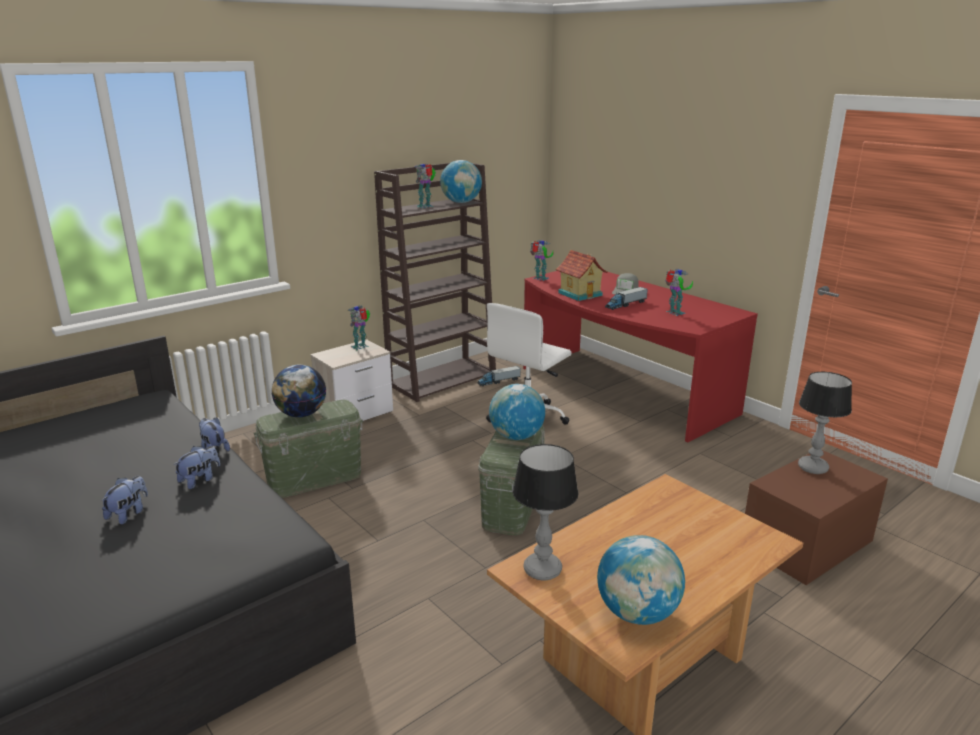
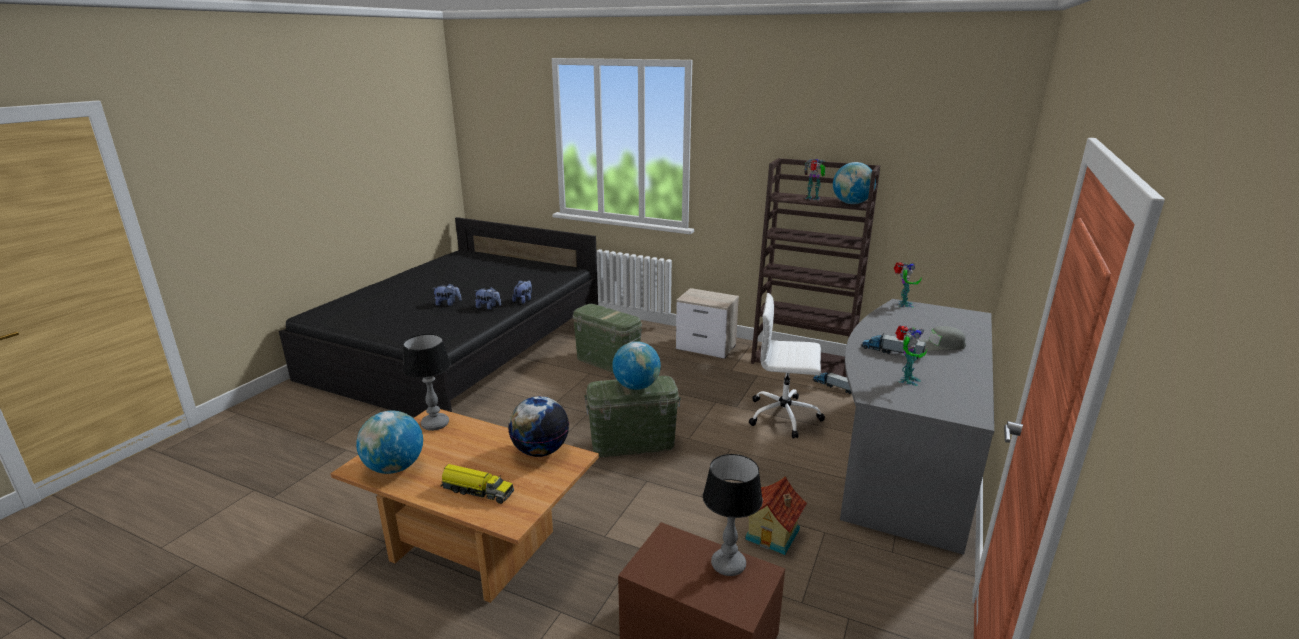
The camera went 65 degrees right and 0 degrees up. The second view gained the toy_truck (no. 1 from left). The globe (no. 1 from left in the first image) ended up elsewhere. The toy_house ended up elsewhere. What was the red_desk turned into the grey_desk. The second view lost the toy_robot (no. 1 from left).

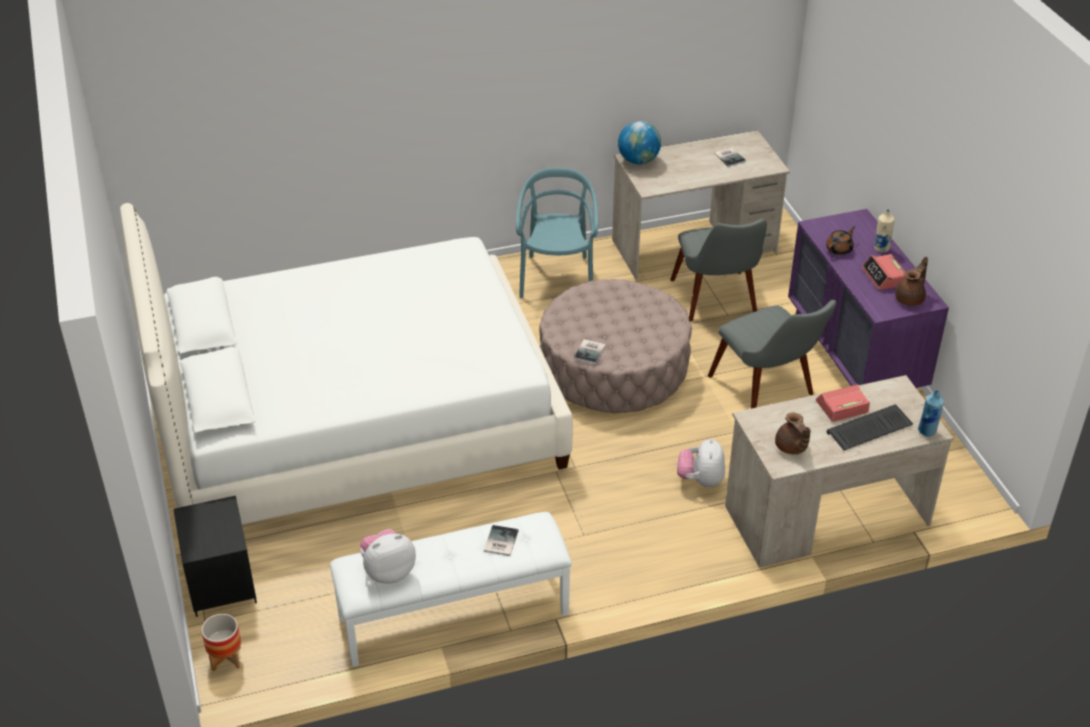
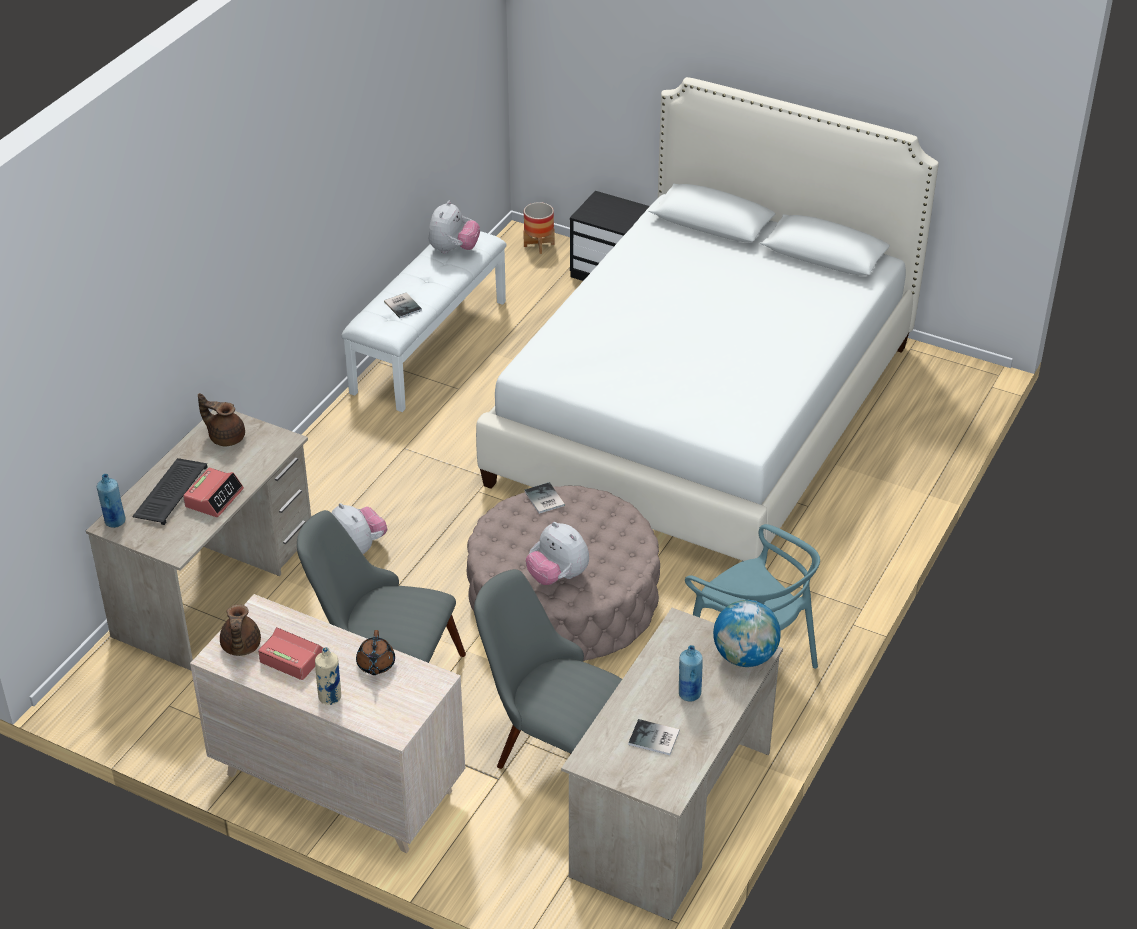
The camera went 135 degrees right and 0 degrees up. What was the purple_dresser turned into the beige_dresser. The second view gained the plush_toy (no. 3 from left). The second view gained the blue_bottle (no. 2 from left).

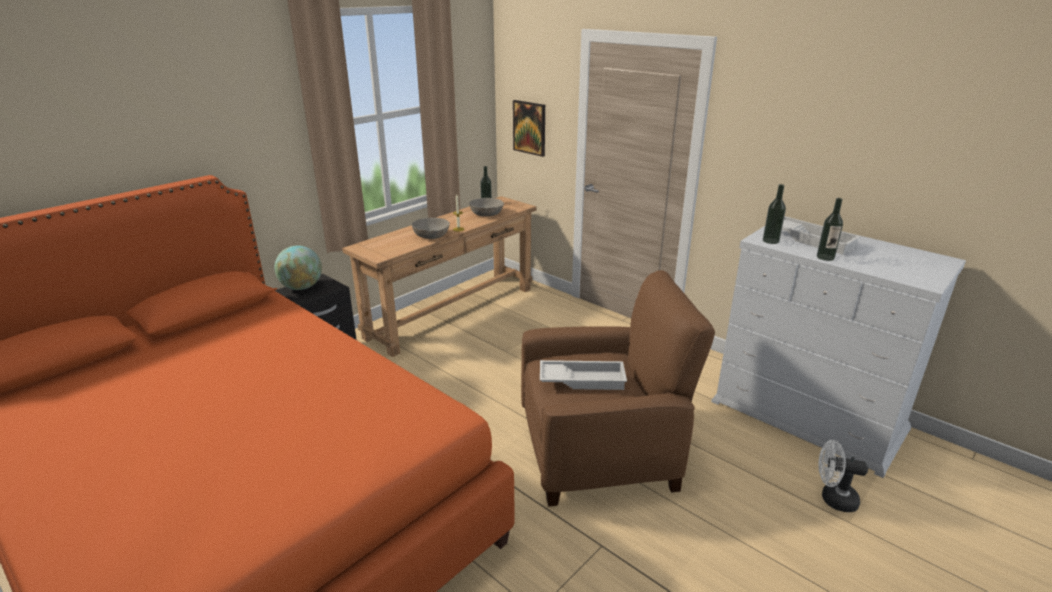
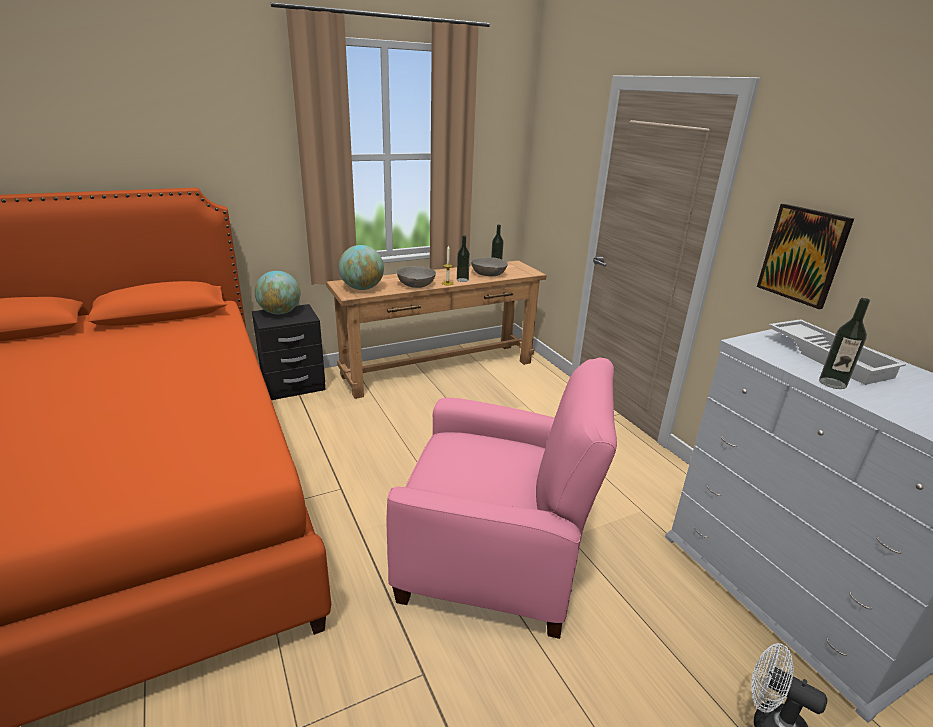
The camera went 20 degrees right and 0 degrees up. The second view gained the globe (no. 2 from left). What was the brown_armchair turned into the pink_armchair. The bottle (no. 2 from left in the first image) ended up elsewhere. The picture ended up elsewhere. The second view lost the white_tray (no. 1 from left).

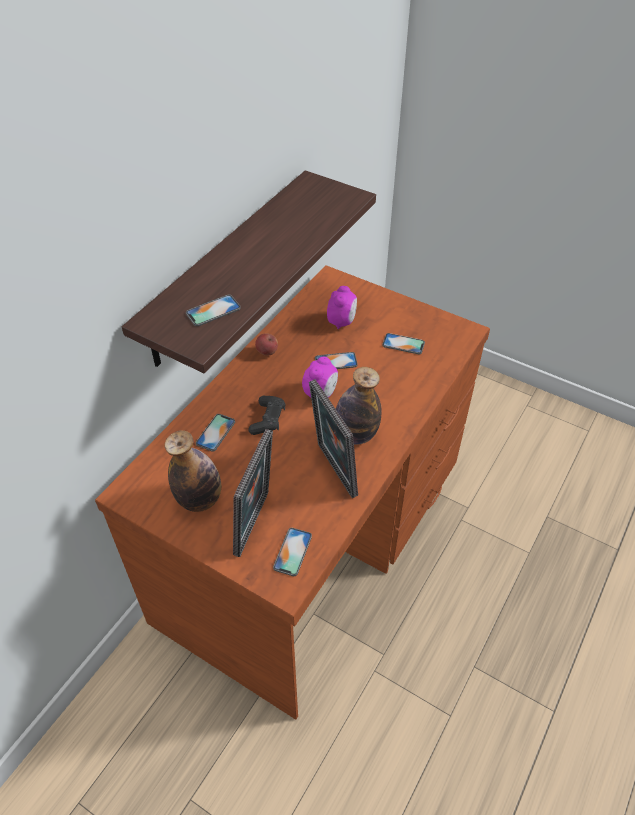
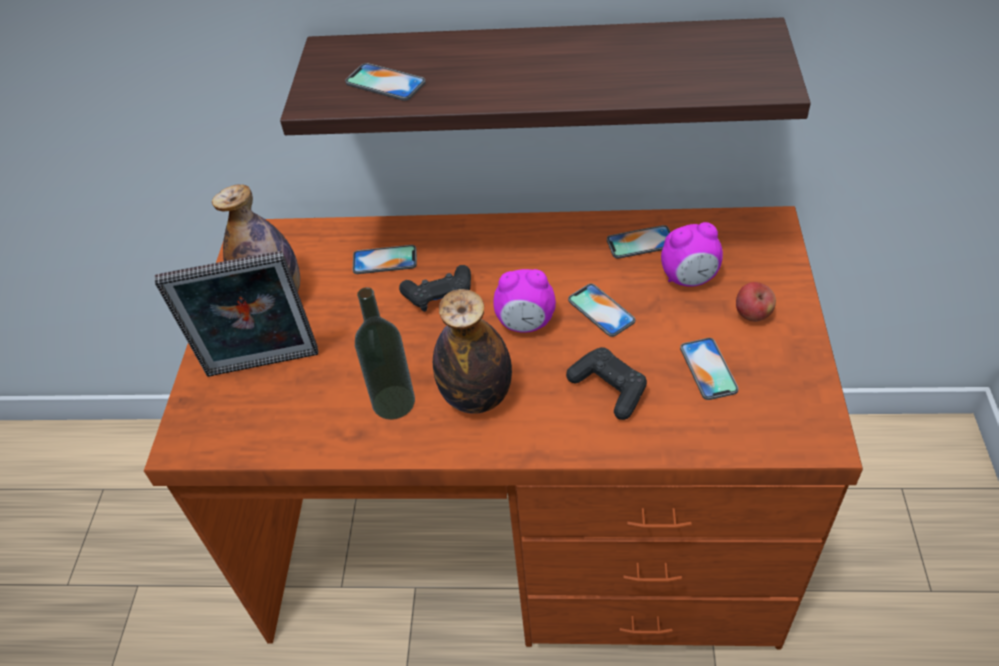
The camera went 65 degrees right and 0 degrees up. Where the picture_frame (no. 2 from left) stood, the bottle (no. 2 from left) came to stand. The second view gained the black_game_controller (no. 2 from left). The phone (no. 3 from left in the first image) ended up elsewhere. The apple ended up elsewhere.

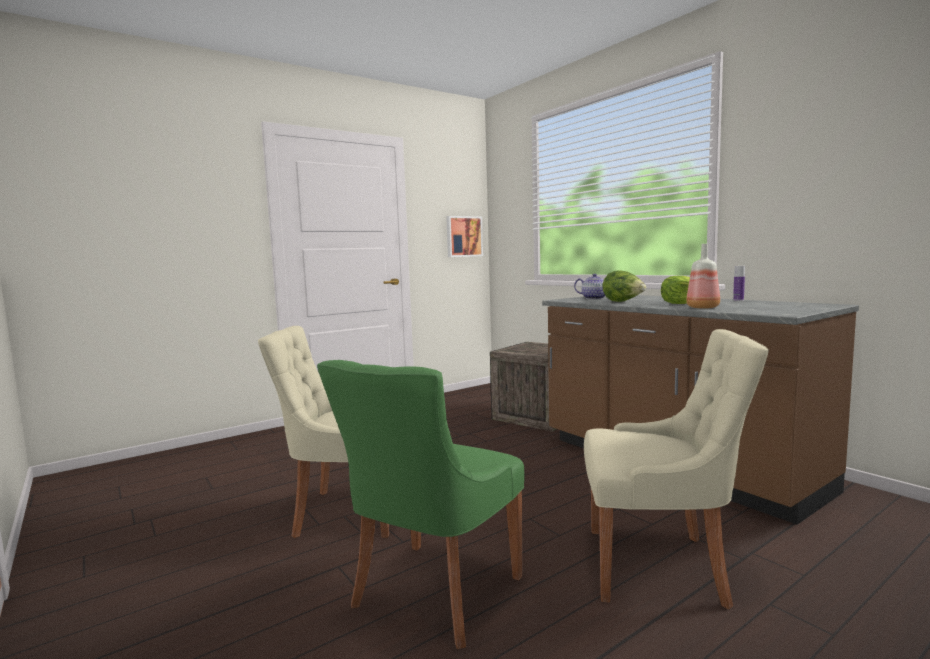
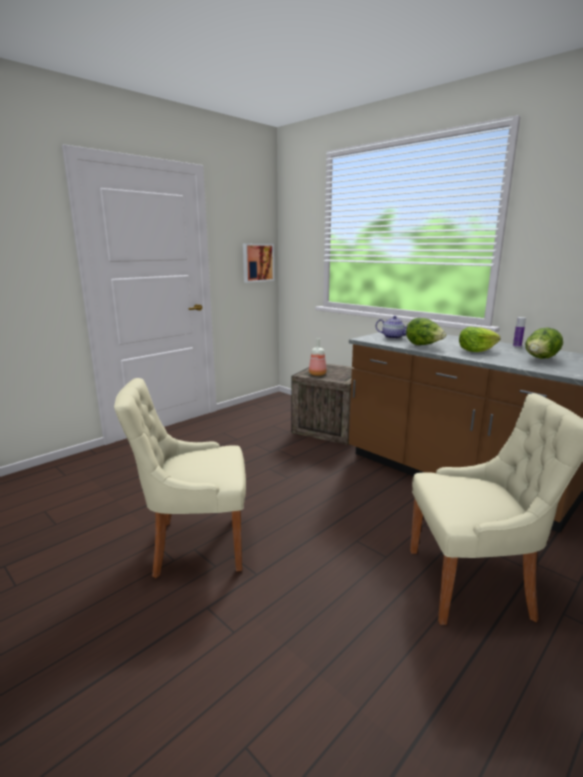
The camera went 10 degrees left and 10 degrees up. The bottle (no. 1 from left) ended up elsewhere. The second view gained the lettuce (no. 3 from left). The second view lost the green_chair.

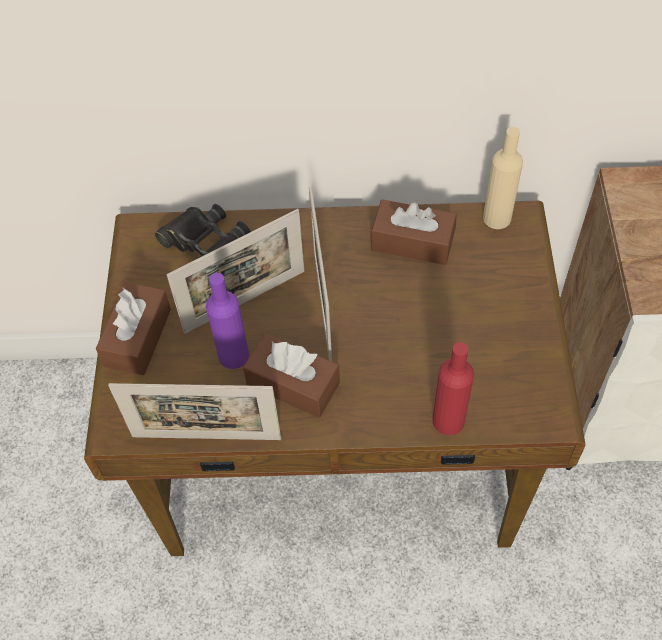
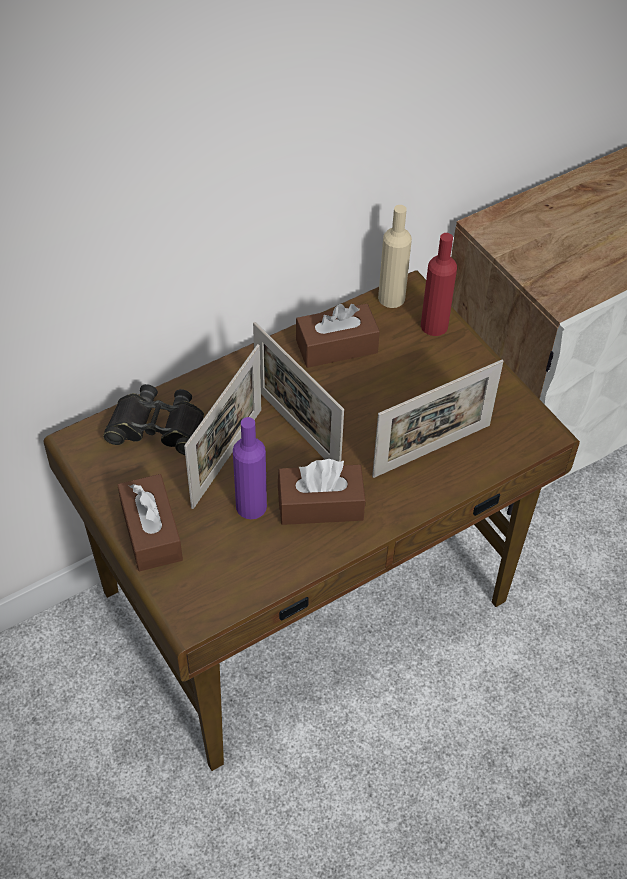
The camera went 35 degrees left and 5 degrees down. The picture_frame (no. 1 from left in the first image) ended up elsewhere. The red_bottle ended up elsewhere.

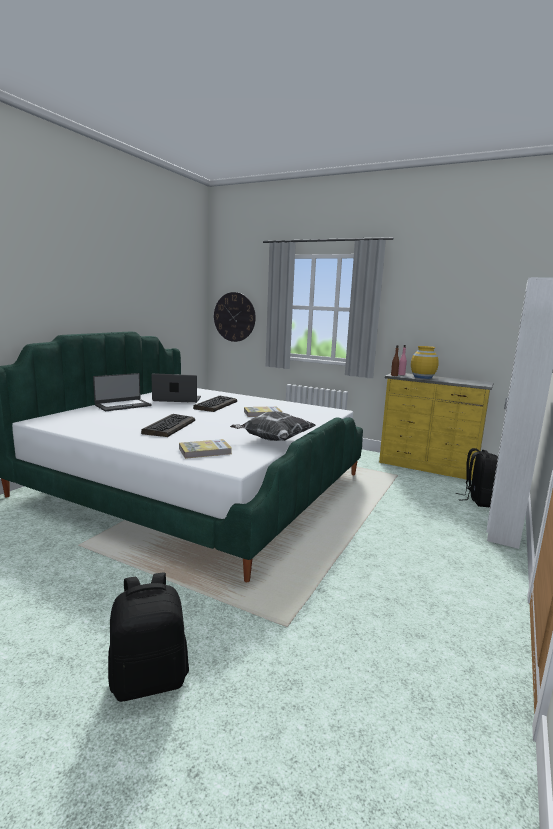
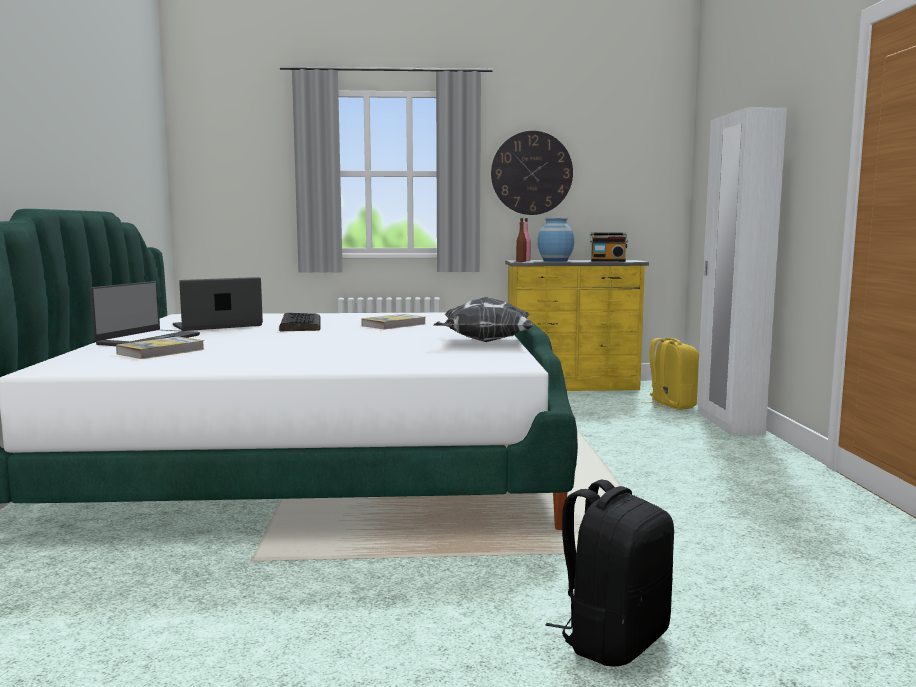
The camera went 30 degrees left and 5 degrees down. The book (no. 1 from left) ended up elsewhere. The wall_clock ended up elsewhere. What was the yellow_vase turned into the blue_vase. The second view gained the radio. What was the black_backpack (no. 2 from left) turned into the yellow_backpack. The second view lost the keyboard (no. 1 from left).

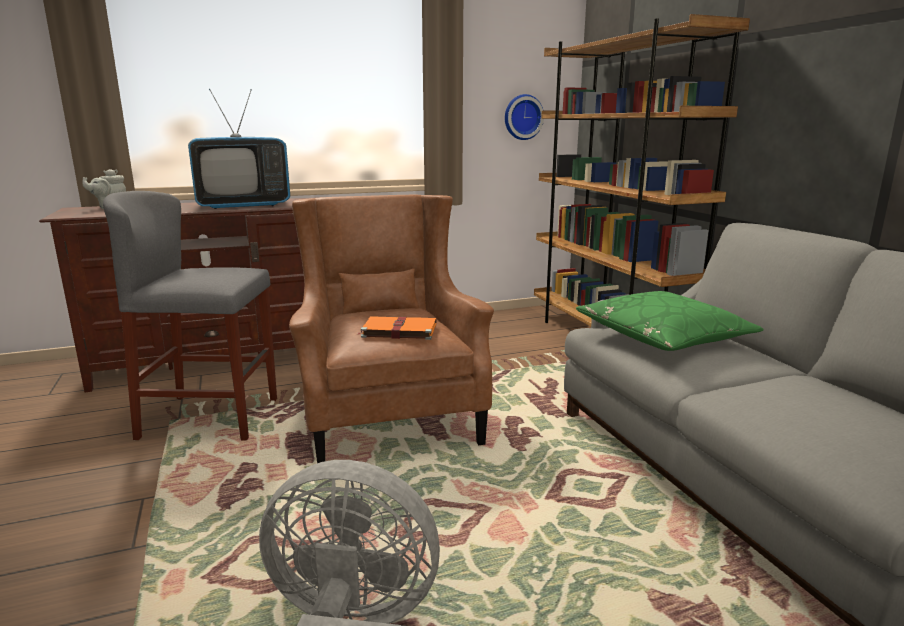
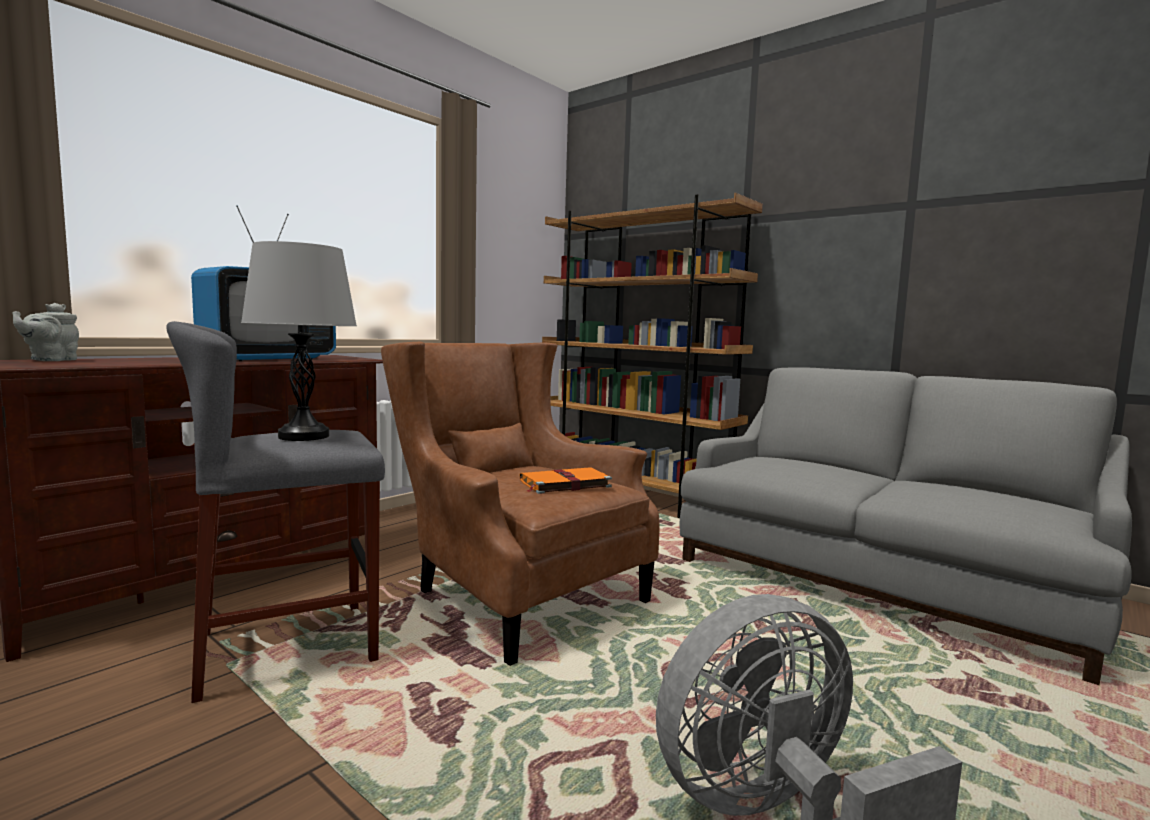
The camera went 30 degrees left and 10 degrees down. The second view gained the grey_table_lamp. The second view lost the wall_clock. The second view lost the green_pillow.

